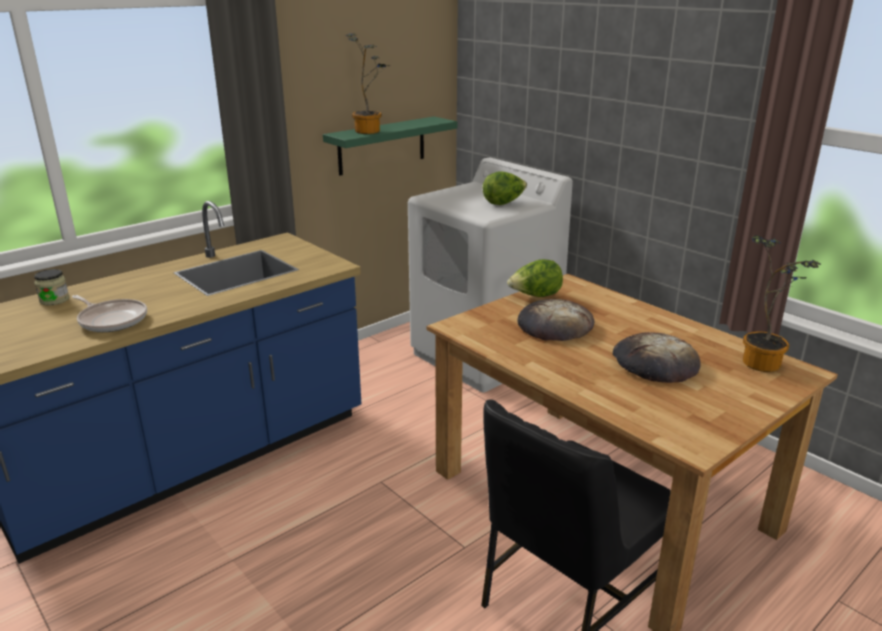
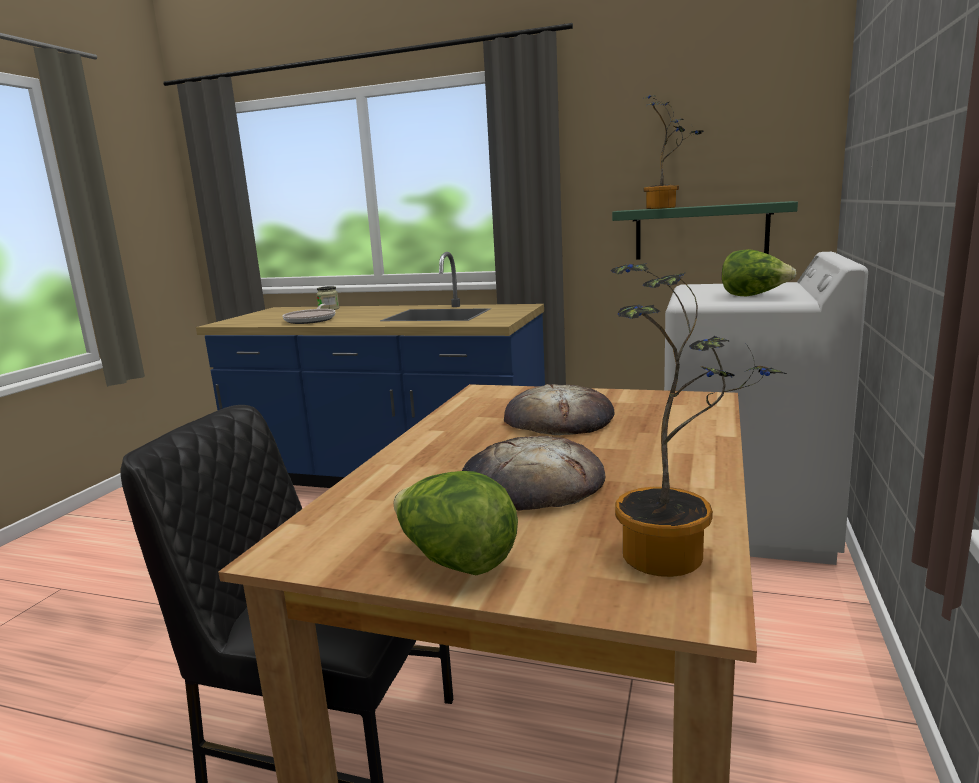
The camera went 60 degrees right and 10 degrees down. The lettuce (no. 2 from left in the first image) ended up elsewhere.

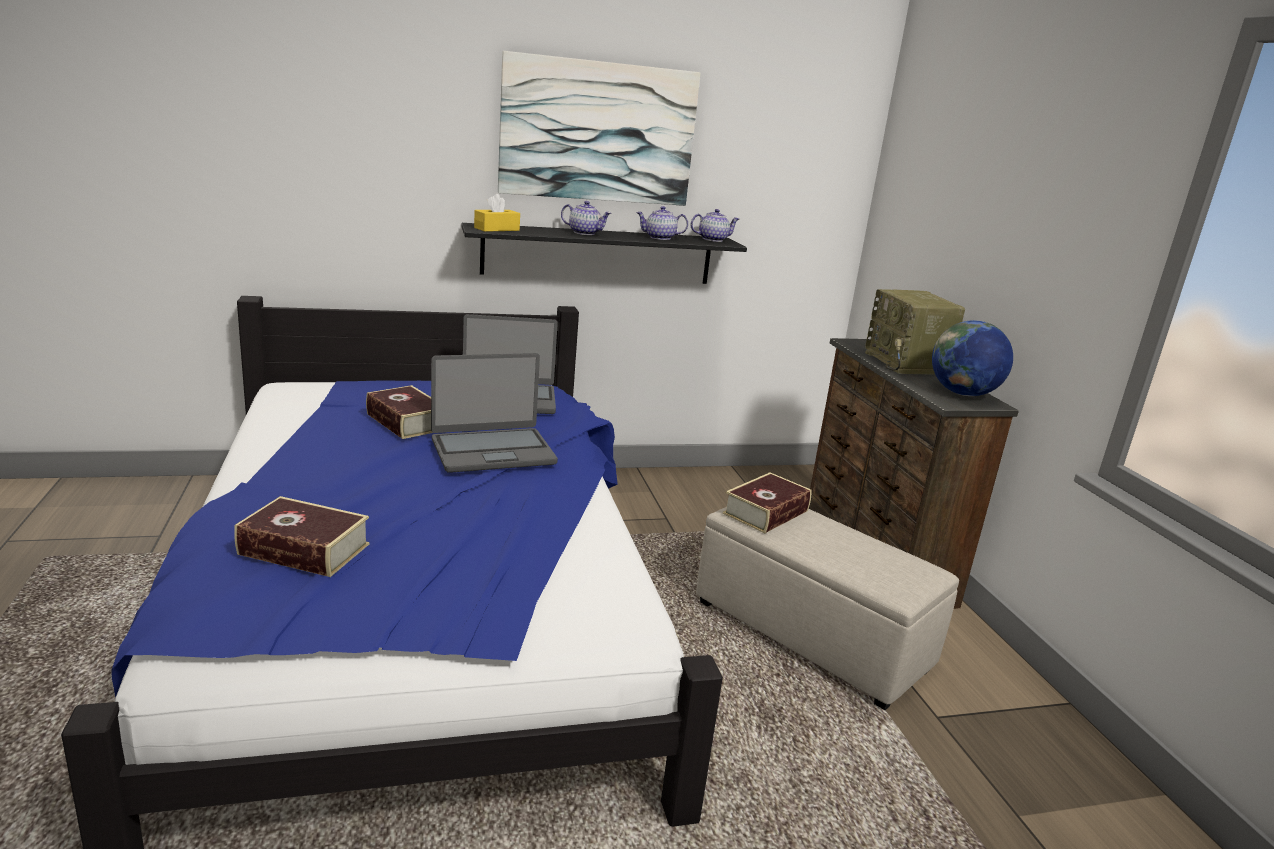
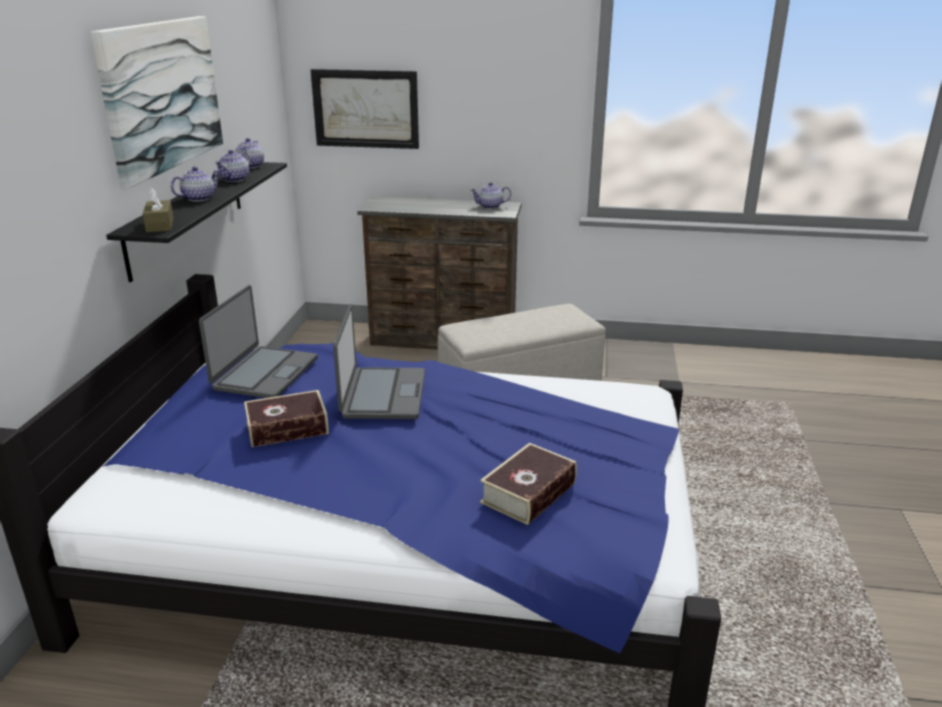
The camera went 65 degrees left and 5 degrees up. What was the yellow_tissue_box turned into the brown_tissue_box. The second view gained the picture (no. 2 from left). Where the globe stood, the teapot (no. 4 from left) came to stand. The second view lost the book (no. 3 from left). The second view lost the radio.

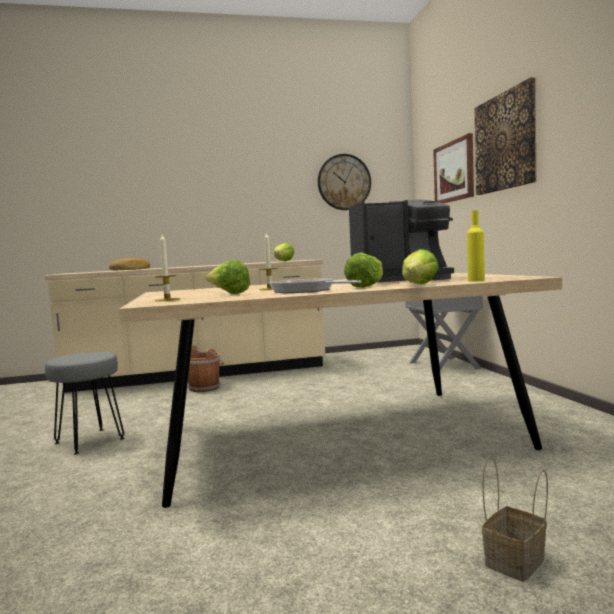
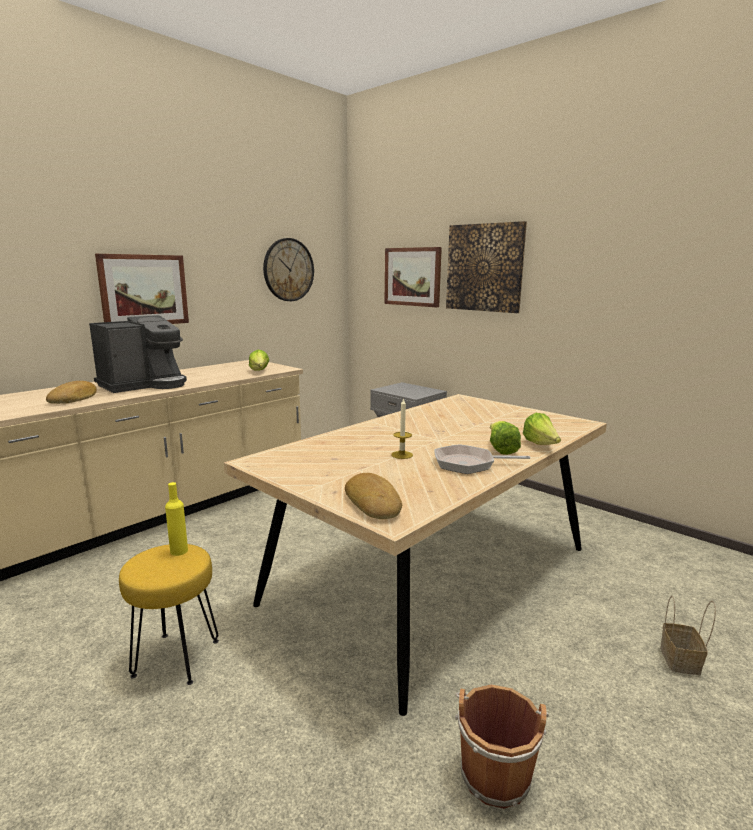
The camera went 35 degrees left and 10 degrees up. The coffee_machine ended up elsewhere. The second view gained the picture (no. 1 from left). What was the grey_stool turned into the yellow_stool. The yellow_bottle ended up elsewhere. Where the candle (no. 1 from left) stood, the bread (no. 2 from left) came to stand. The brown_bucket ended up elsewhere. The second view lost the lettuce (no. 1 from left).

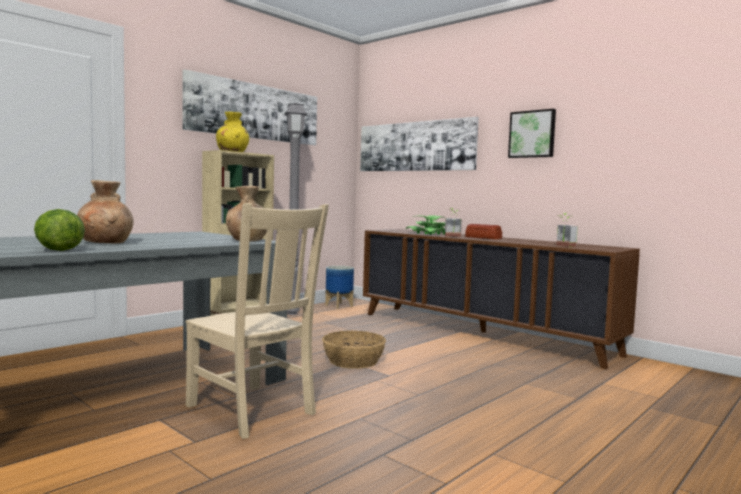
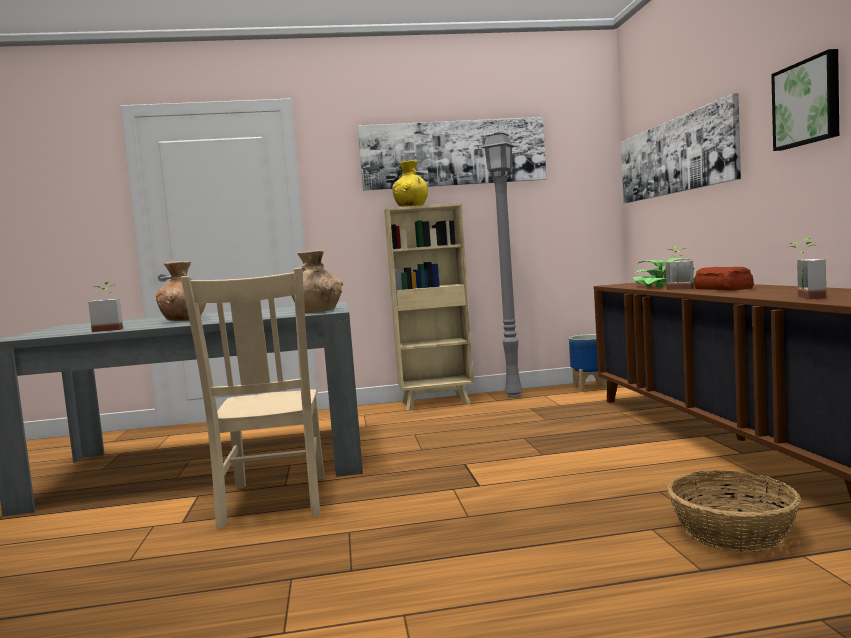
The camera went 40 degrees right and 0 degrees up. Where the lettuce stood, the potted_plant (no. 1 from left) came to stand. The basket ended up elsewhere.

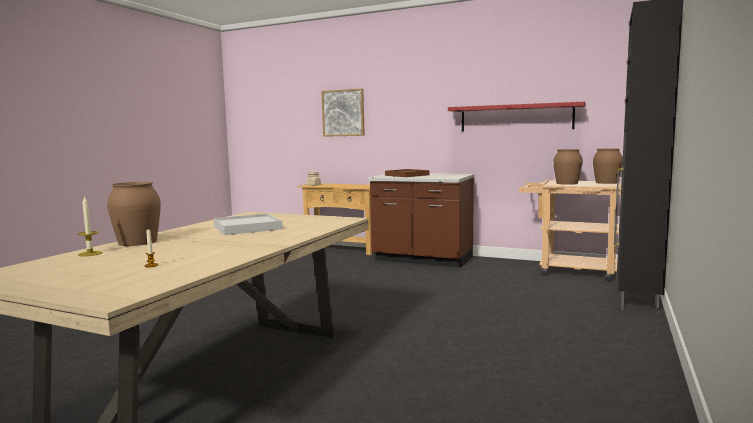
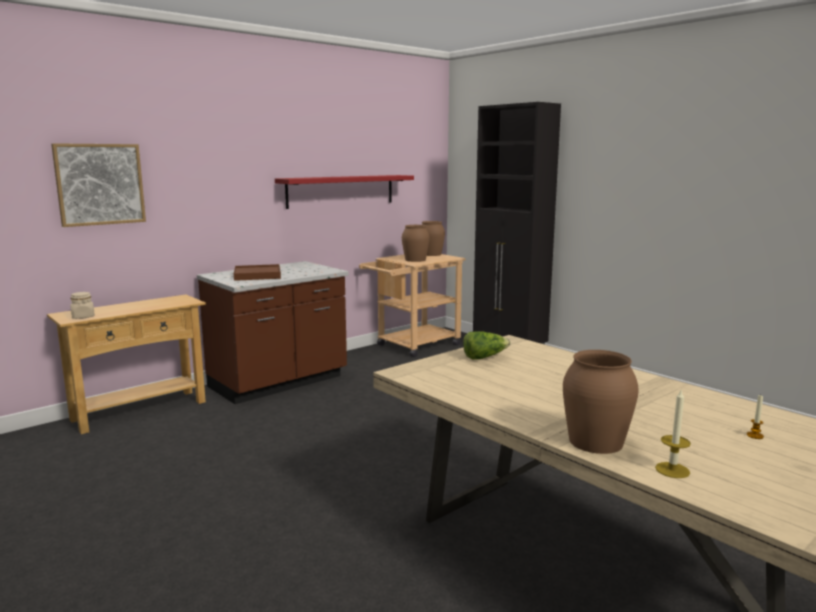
The camera went 65 degrees left and 5 degrees up. The second view gained the lettuce. The second view lost the white_tray.

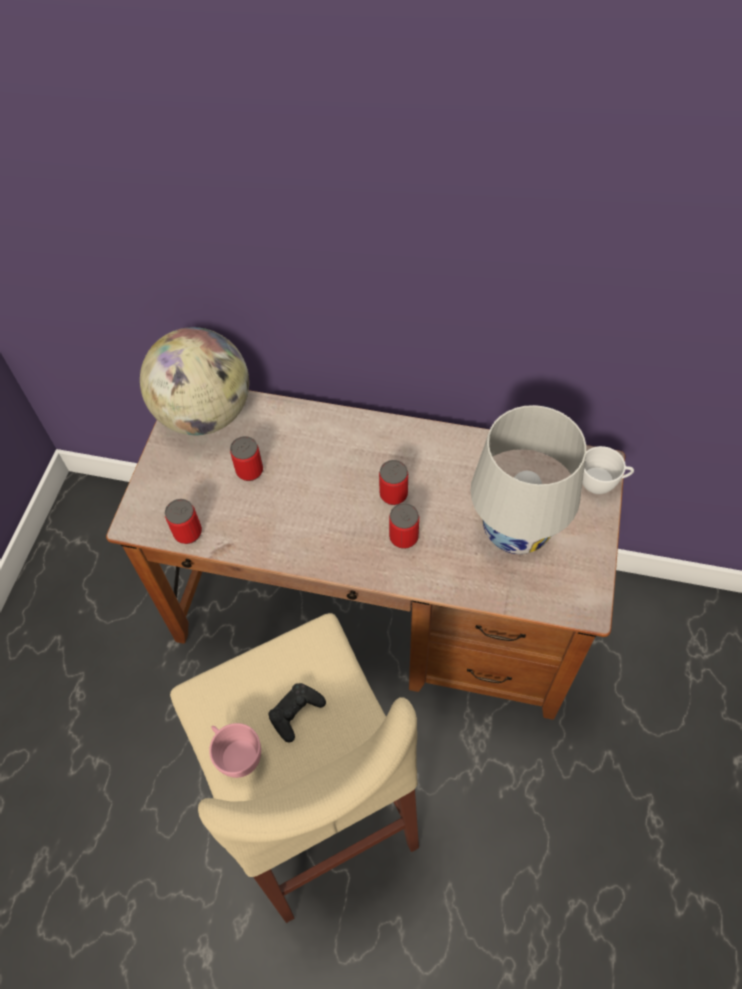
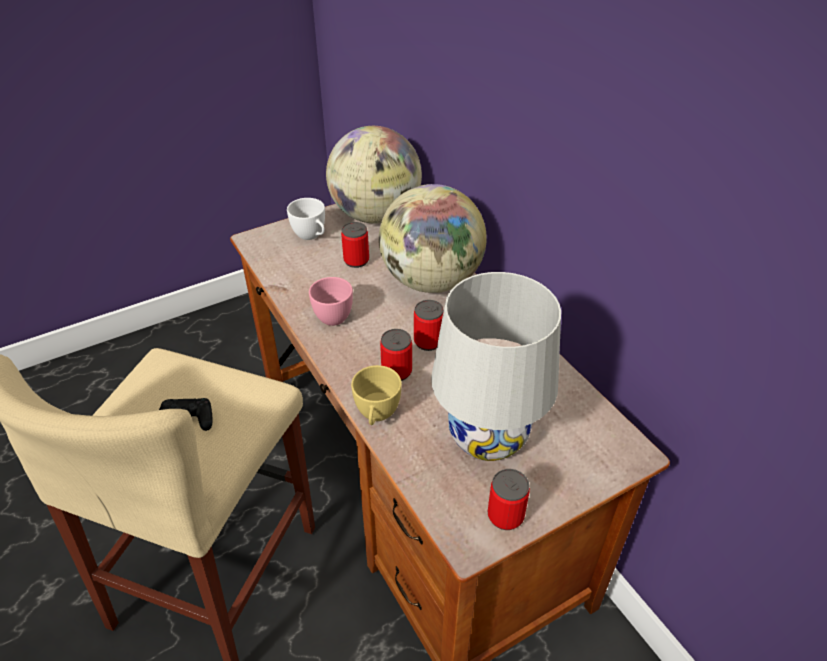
The camera went 45 degrees right and 15 degrees down. The white_cup ended up elsewhere. The pink_cup ended up elsewhere. The second view gained the yellow_cup. The second view gained the globe (no. 2 from left). The can (no. 1 from left in the first image) ended up elsewhere.

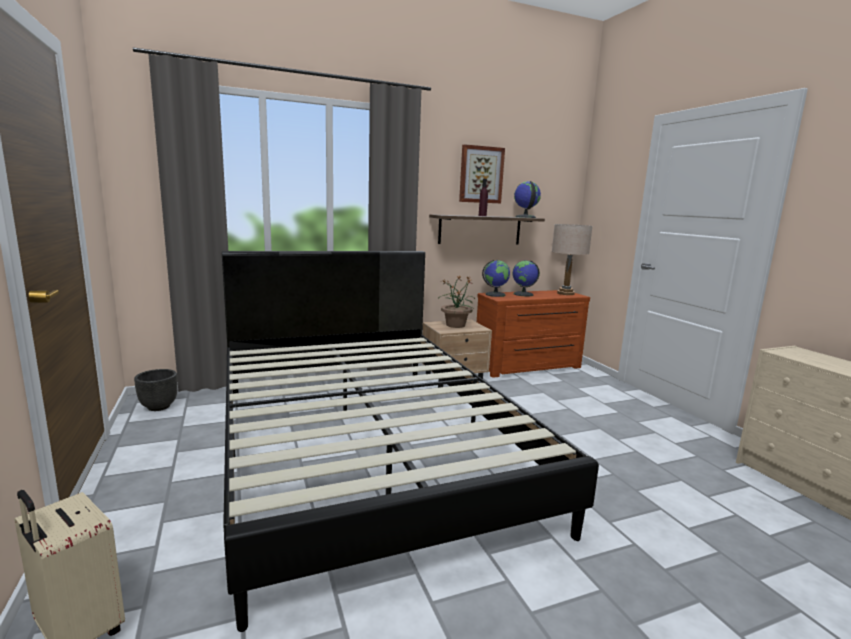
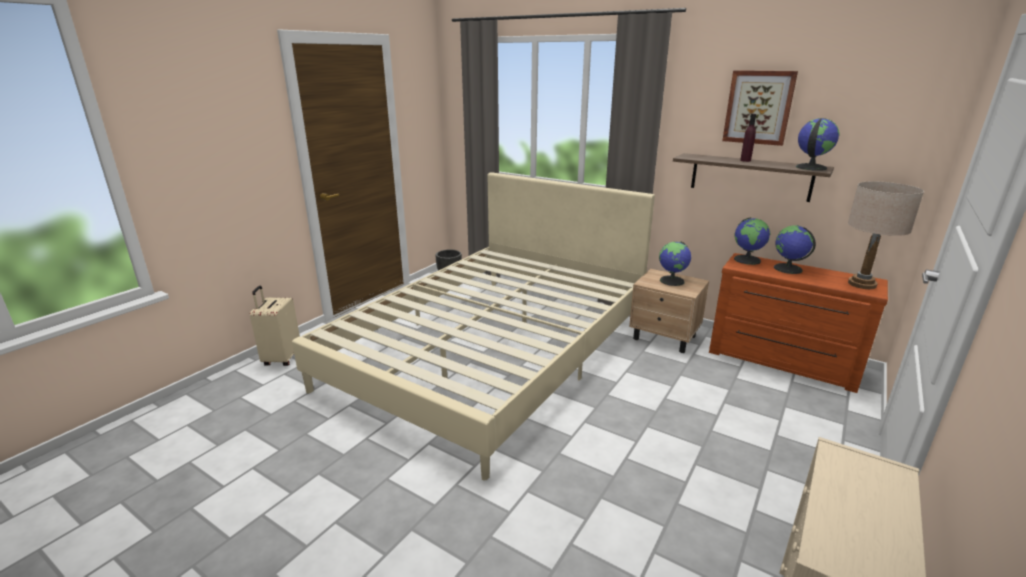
The camera went 55 degrees right and 10 degrees up. What was the black_bed turned into the beige_bed. Where the potted_plant stood, the globe (no. 1 from left) came to stand.

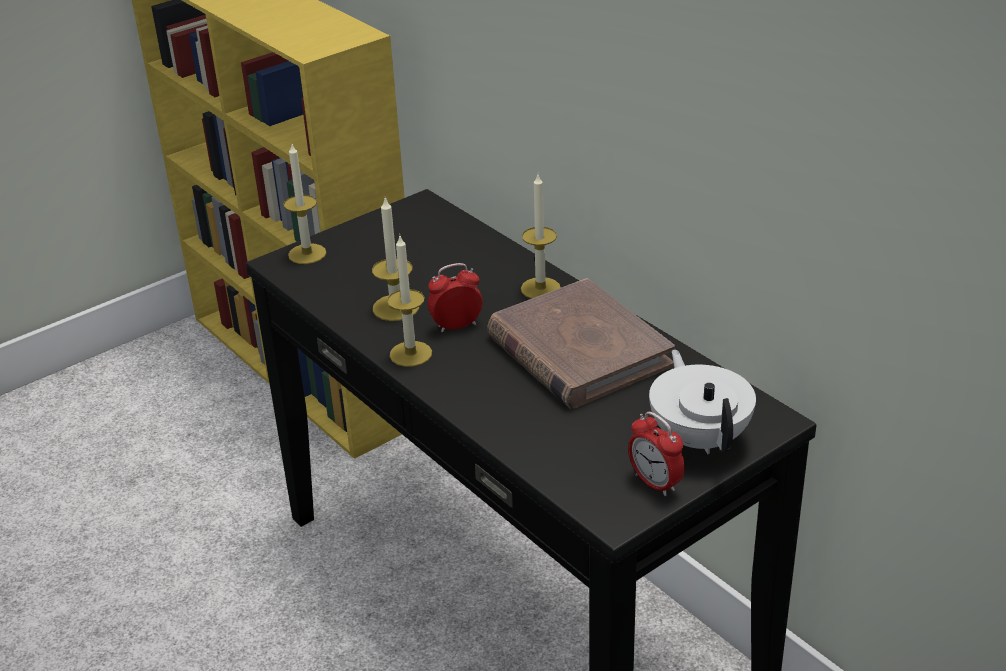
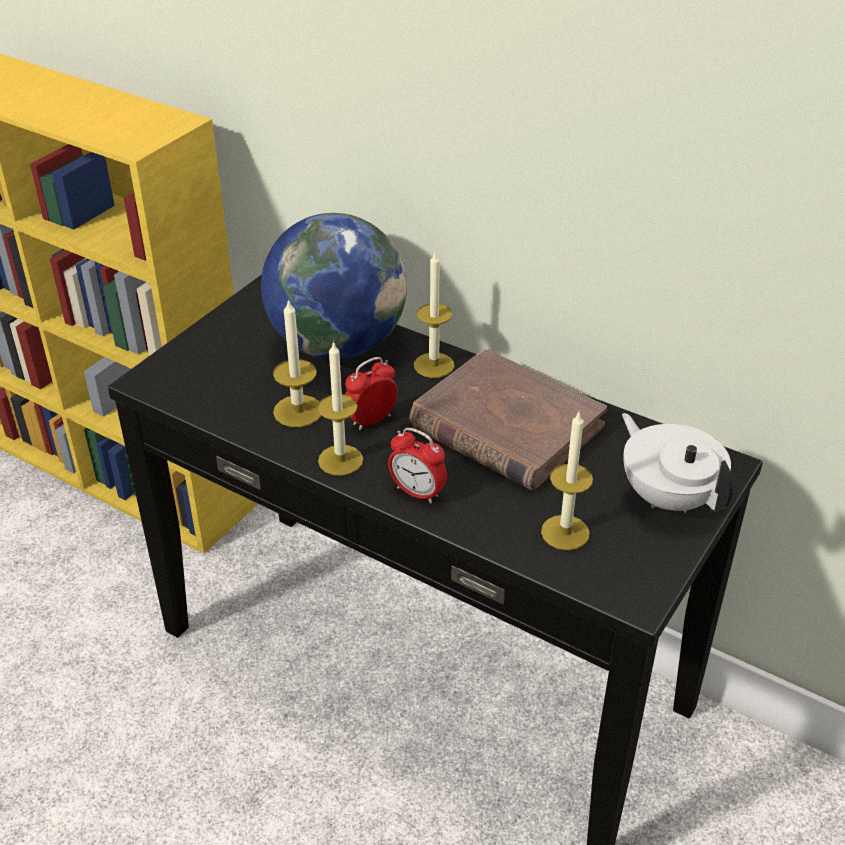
The camera went 20 degrees left and 5 degrees up. The second view gained the globe. The alarm_clock (no. 2 from left) ended up elsewhere. The candle (no. 1 from left in the first image) ended up elsewhere.

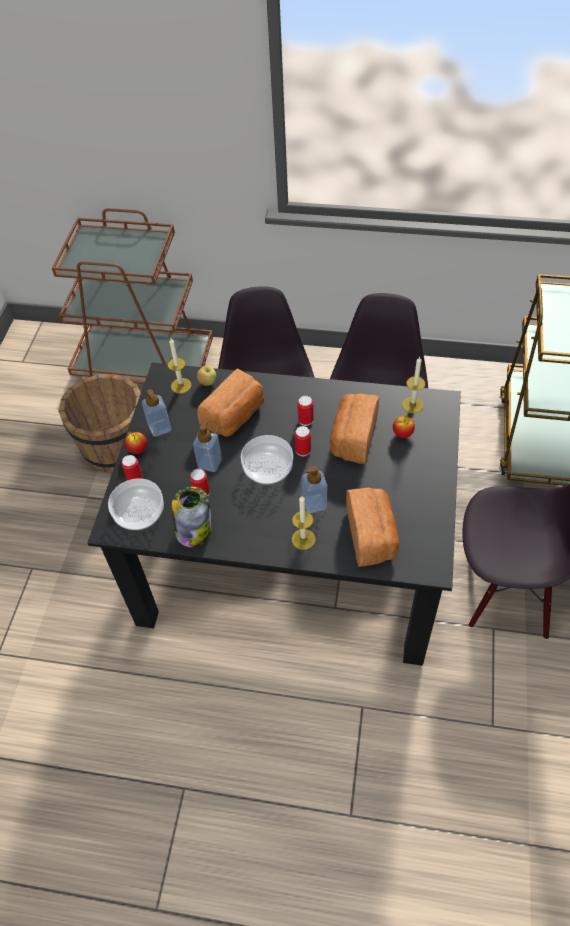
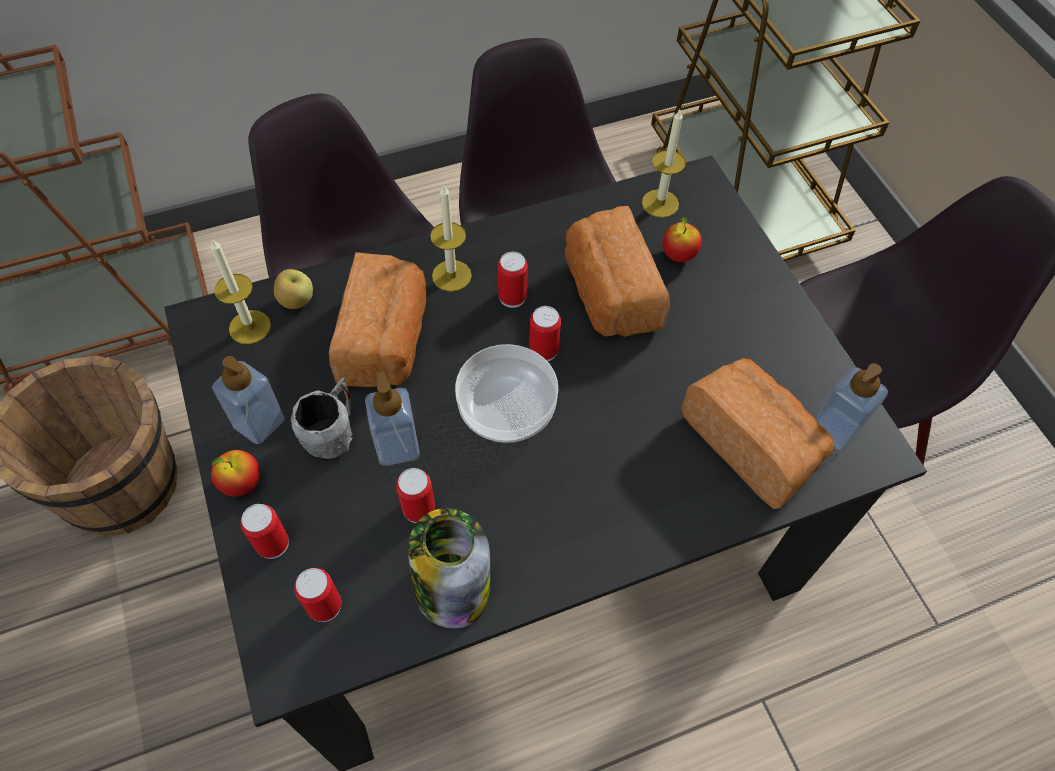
The camera went 35 degrees left and 5 degrees up. The second view gained the grey_mug. Where the bowl (no. 1 from left) stood, the can (no. 2 from left) came to stand. The candle (no. 2 from left) ended up elsewhere. The soap_dispenser (no. 3 from left) ended up elsewhere.

